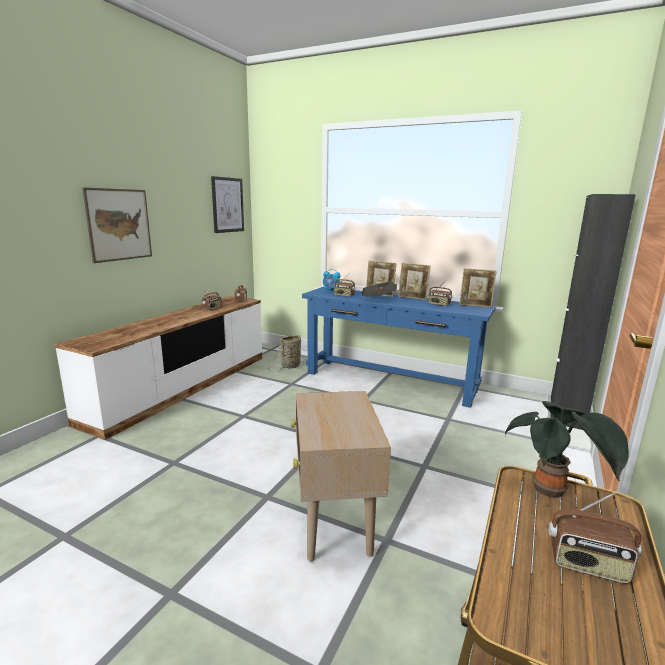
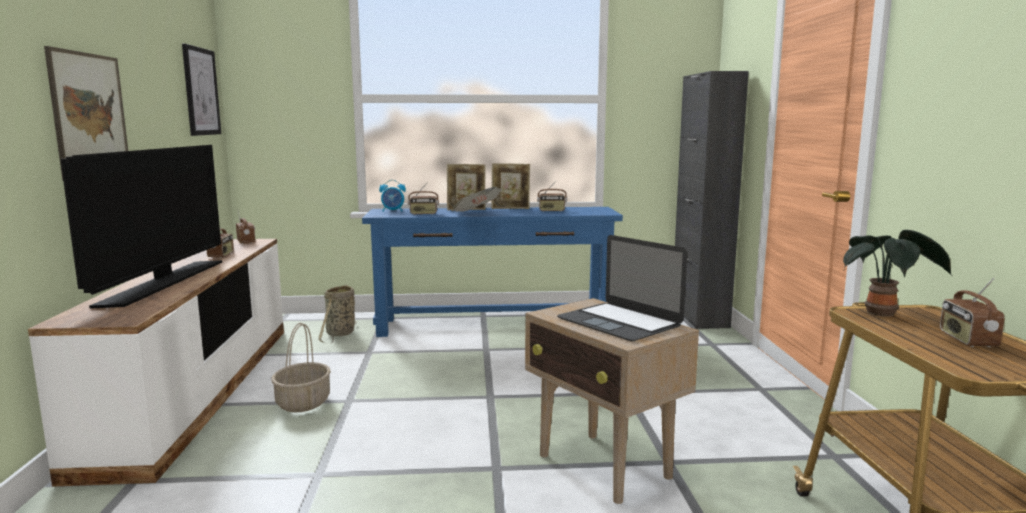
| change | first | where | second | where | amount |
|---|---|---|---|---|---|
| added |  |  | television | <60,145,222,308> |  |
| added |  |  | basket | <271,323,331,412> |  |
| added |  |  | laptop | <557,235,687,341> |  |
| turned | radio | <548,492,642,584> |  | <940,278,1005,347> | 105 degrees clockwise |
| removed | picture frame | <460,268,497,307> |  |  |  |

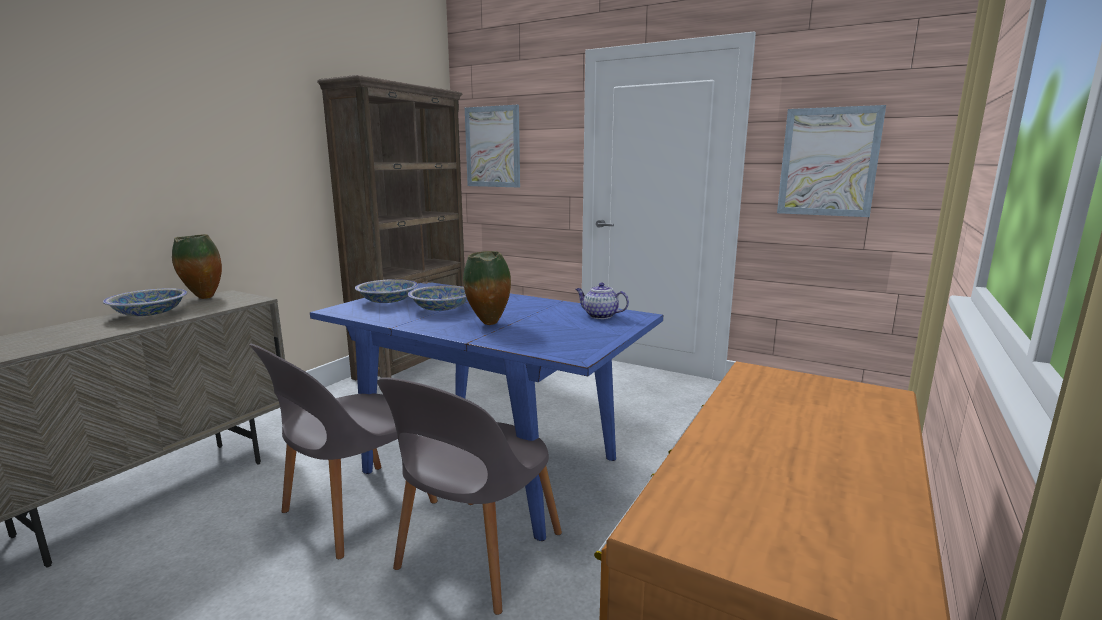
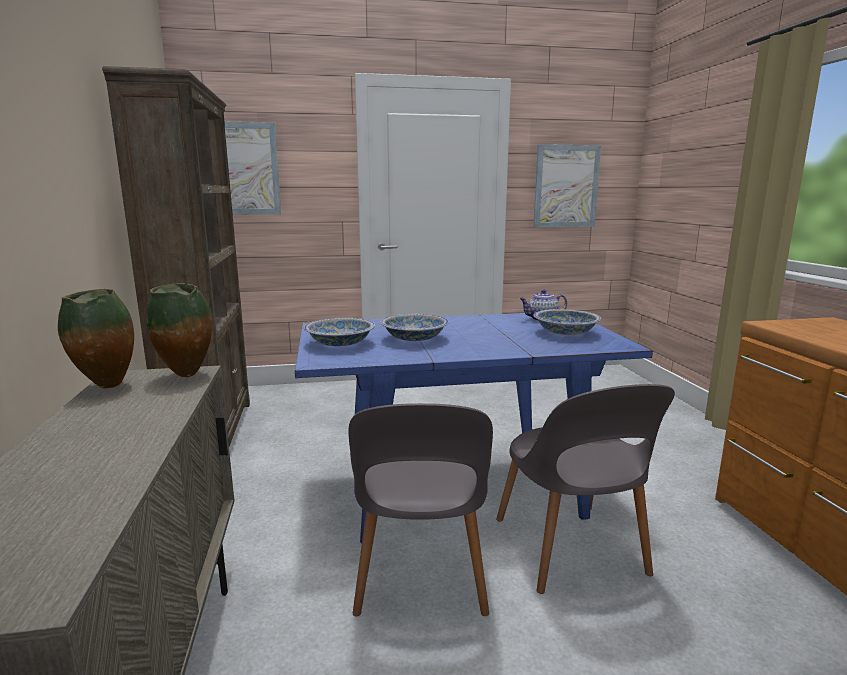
| change | first | where | second | where | amount |
|---|---|---|---|---|---|
| moved | vase | <463,251,511,325> |  | <146,283,212,377> |  |
| moved | bowl | <103,288,187,316> |  | <534,309,601,335> |  |

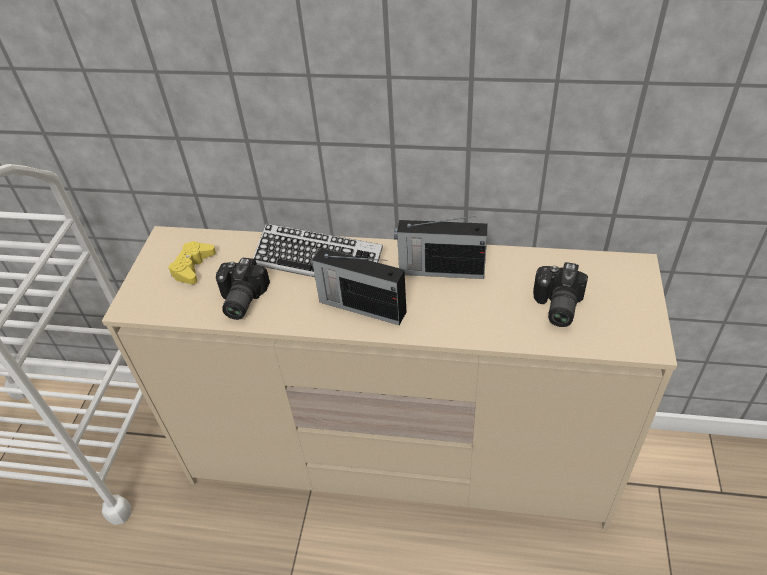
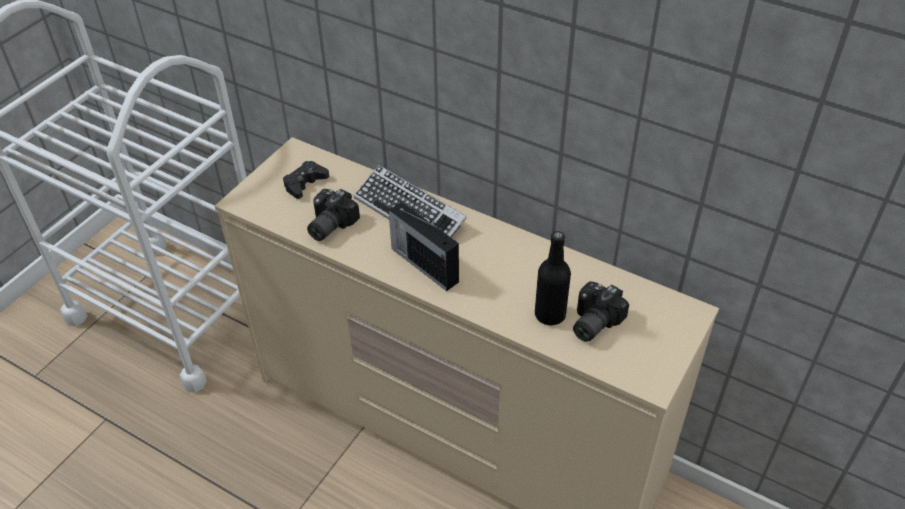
| change | first | where | second | where | amount |
|---|---|---|---|---|---|
| recoloured | game controller/yellow | <168,241,216,284> | game controller/black | <283,161,329,199> |  |
| added |  |  | bottle/black | <535,231,571,325> |  |
| removed | radio | <394,216,488,279> |  |  |  |

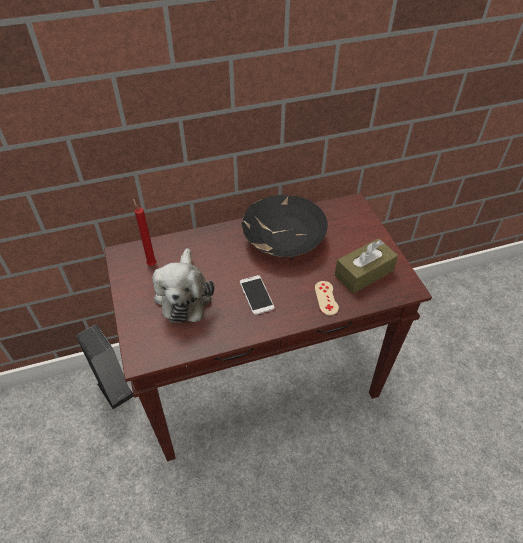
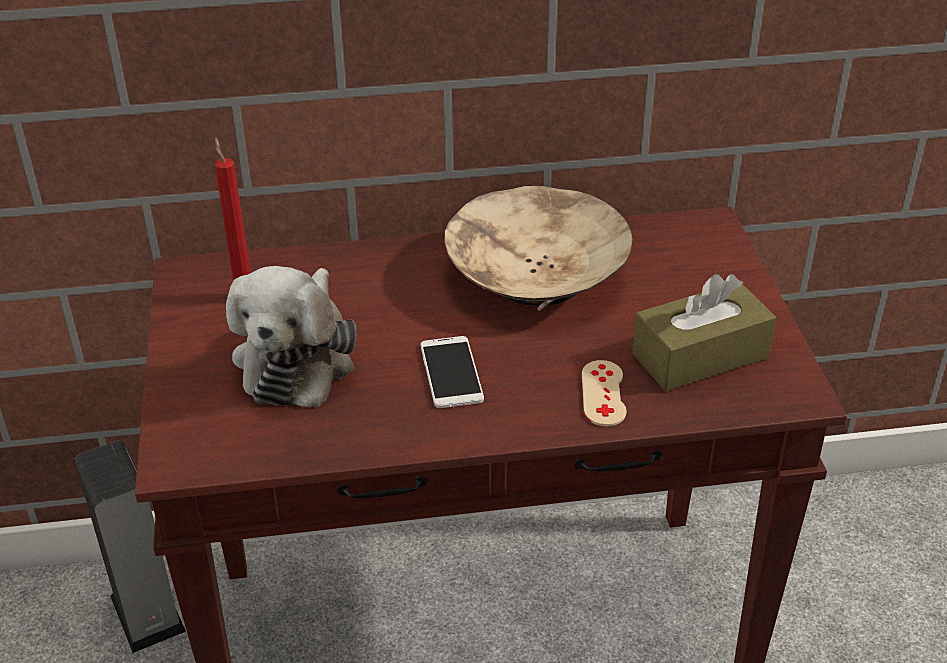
| change | first | where | second | where | amount |
|---|---|---|---|---|---|
| recoloured | bowl/black | <242,195,328,260> | bowl/beige | <445,186,633,311> |  |

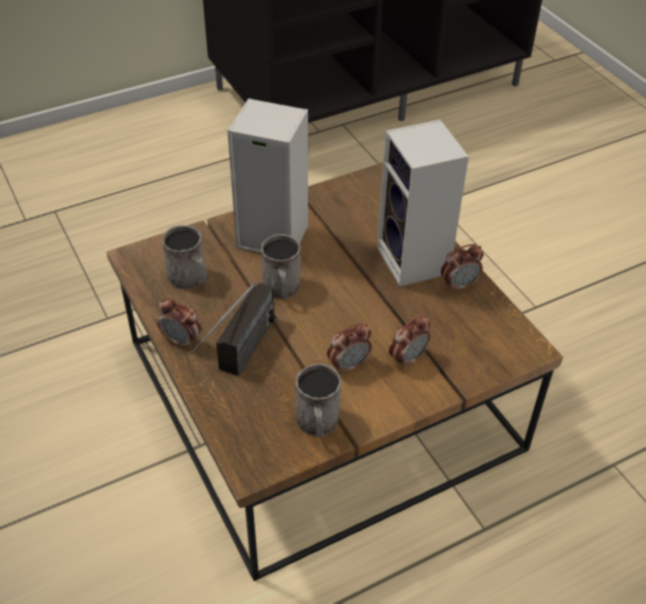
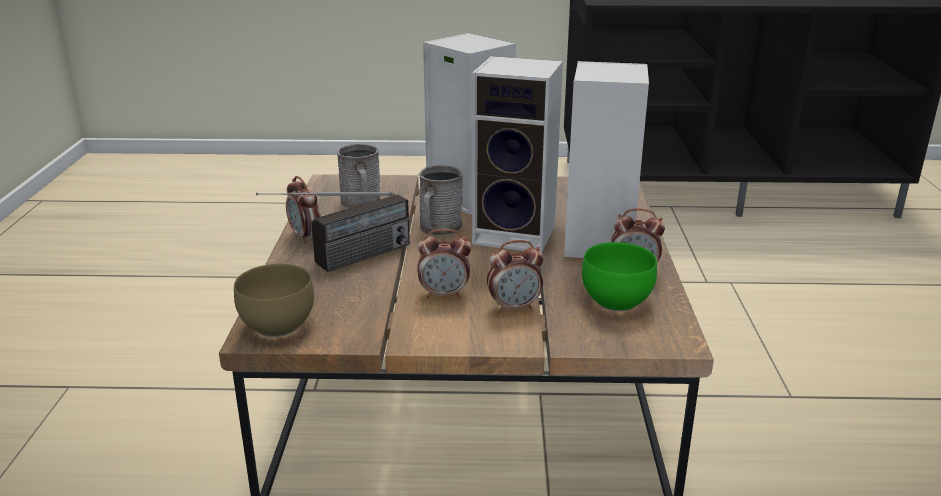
| change | first | where | second | where | amount |
|---|---|---|---|---|---|
| added |  |  | bowl/brown | <234,264,314,337> |  |
| added |  |  | speaker | <472,56,563,253> |  |
| added |  |  | bowl/green | <582,242,657,311> |  |
| removed | mug/grey | <296,363,341,438> |  |  |  |

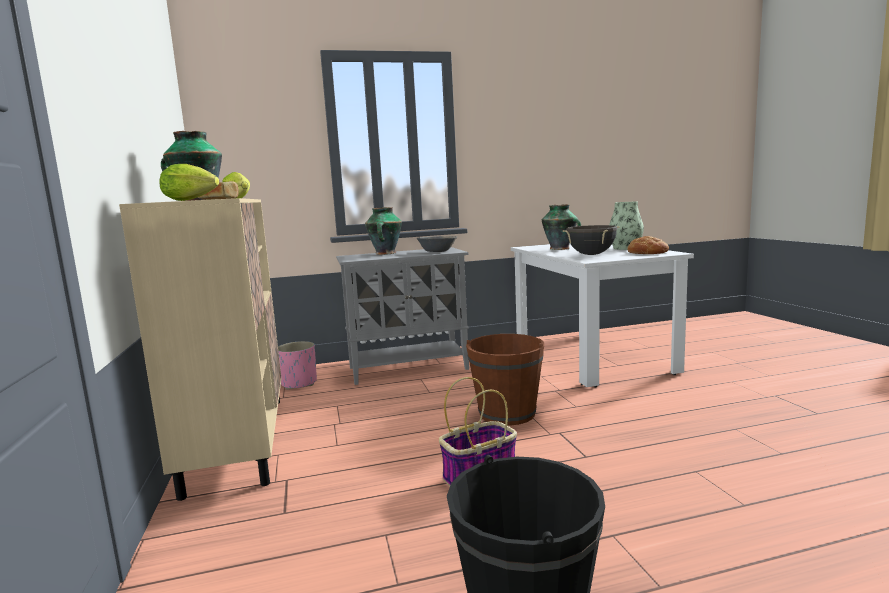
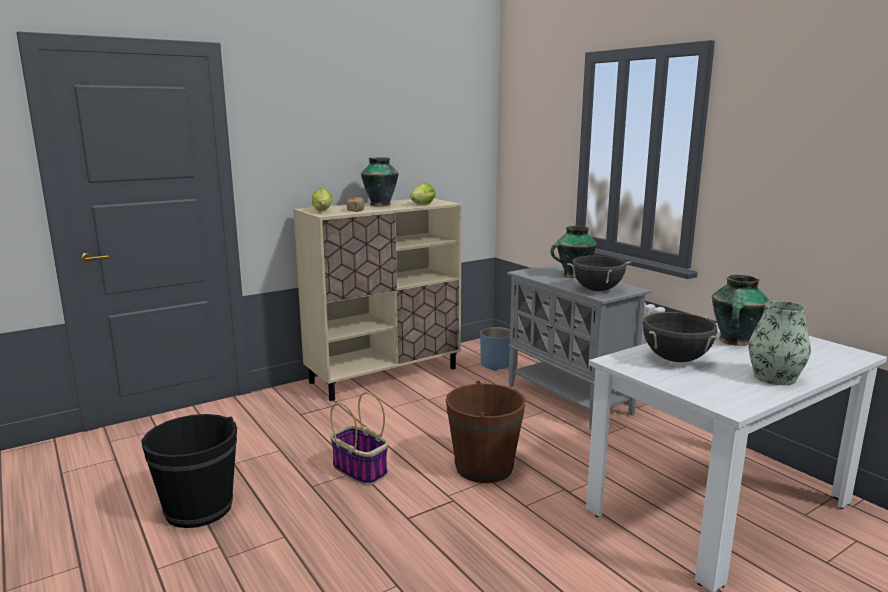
| change | first | where | second | where | amount |
|---|---|---|---|---|---|
| recoloured | planter/pink | <278,341,317,389> | planter/blue | <480,327,510,371> |  |
| replaced | bowl/grey | <417,236,457,252> | cooking pot/black | <567,255,631,291> |  |
| removed | bread | <627,236,669,254> |  |  |  |

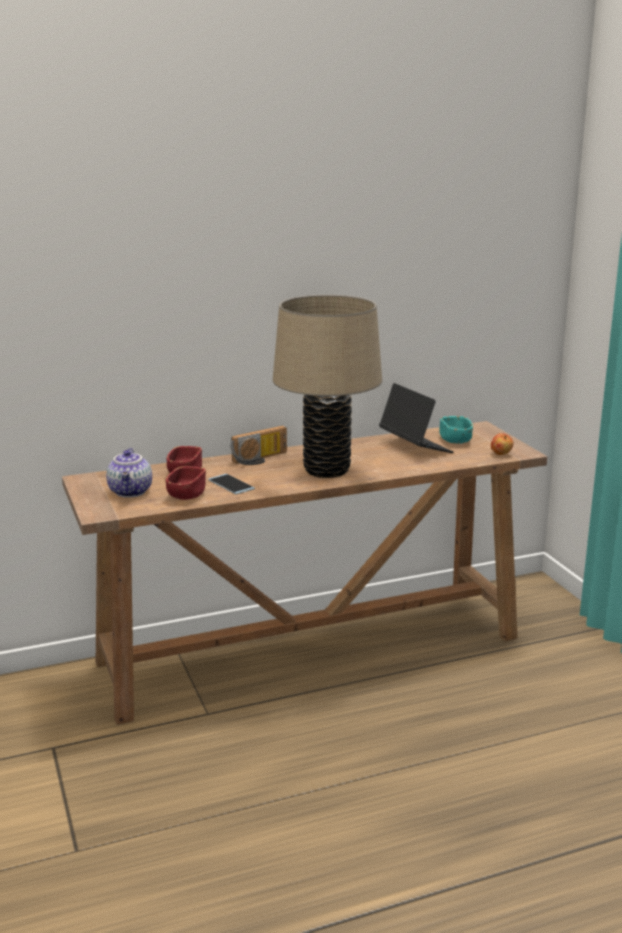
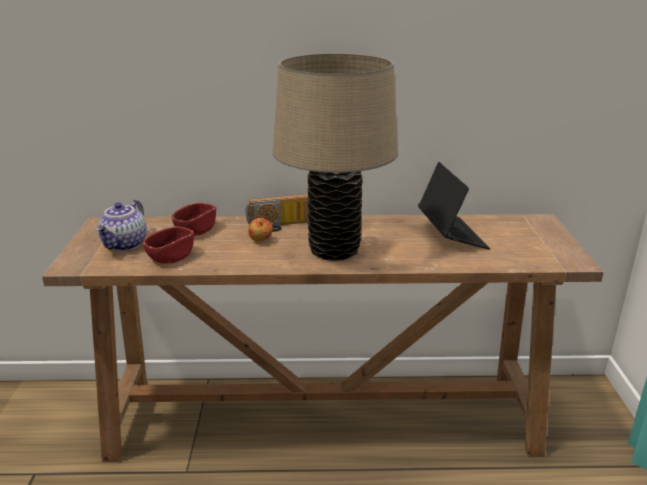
| change | first | where | second | where | amount |
|---|---|---|---|---|---|
| moved | apple | <491,433,513,455> |  | <248,218,273,242> |  |
| removed | phone | <208,474,255,494> |  |  |  |
| removed | bowl/turquoise | <440,416,473,444> |  |  |  |

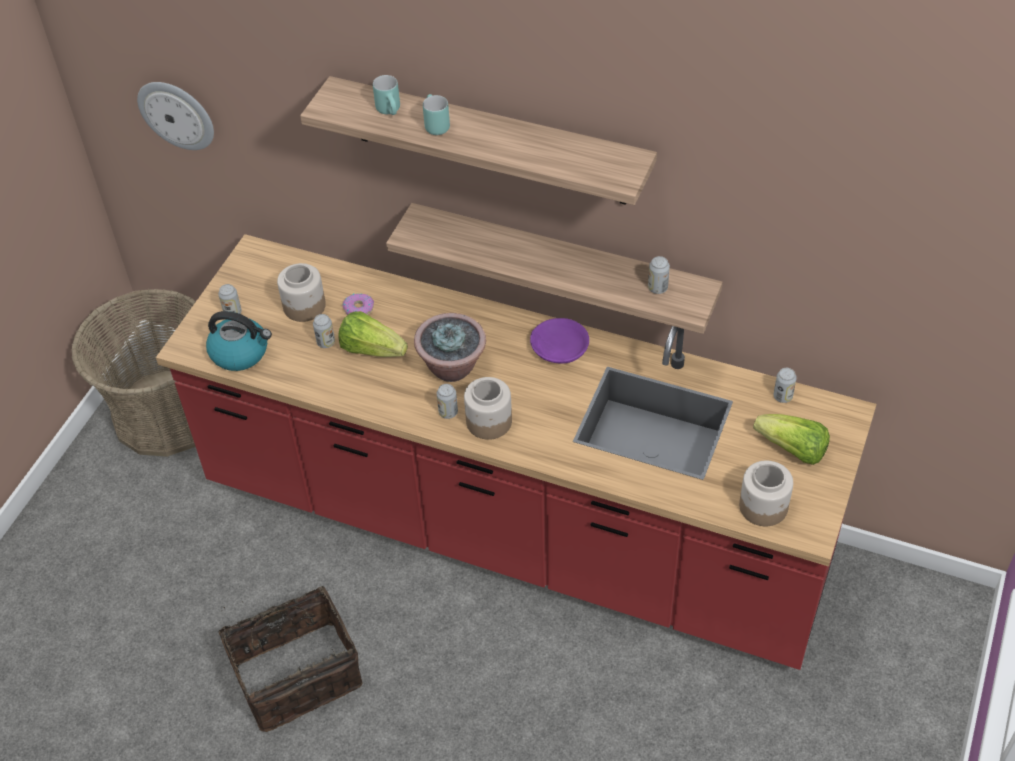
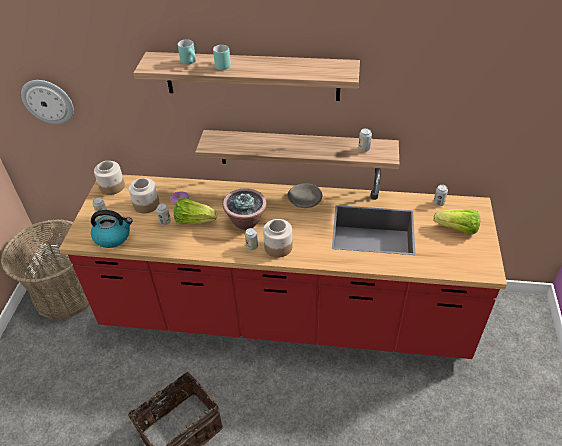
| change | first | where | second | where | amount |
|---|---|---|---|---|---|
| moved | jar | <739,461,793,526> |  | <94,161,125,195> |  |
| recoloured | bowl/purple | <530,318,589,364> | bowl/grey | <288,183,323,208> |  |

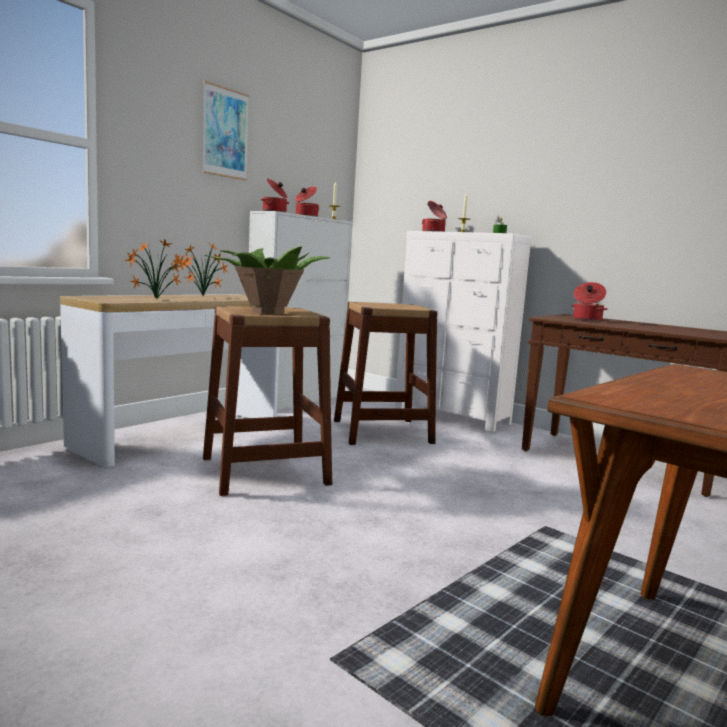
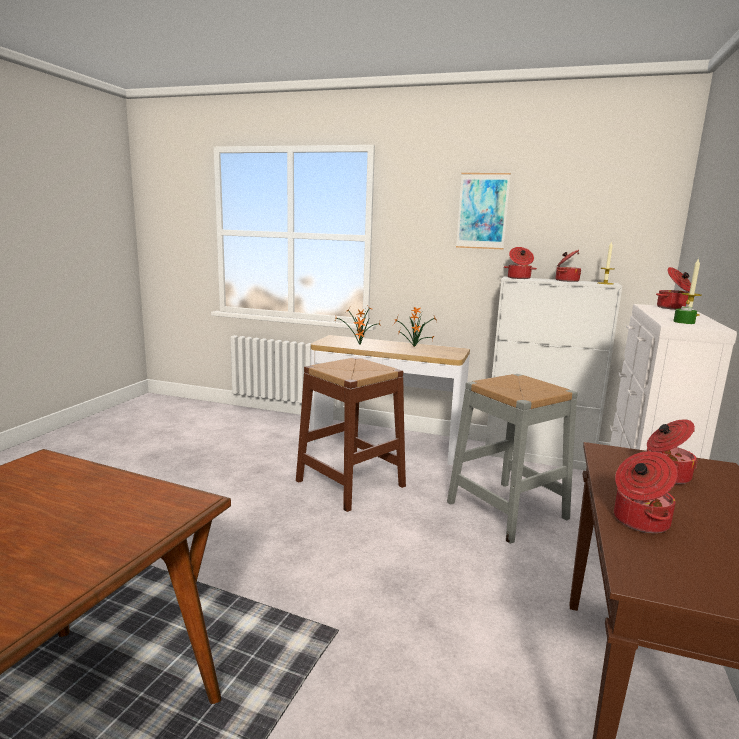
| change | first | where | second | where | amount |
|---|---|---|---|---|---|
| recoloured | stool/brown | <334,302,438,445> | stool/grey | <447,374,578,544> |  |
| added |  |  | cooking pot | <614,451,678,533> |  |
| removed | potted plant | <204,246,330,314> |  |  |  |

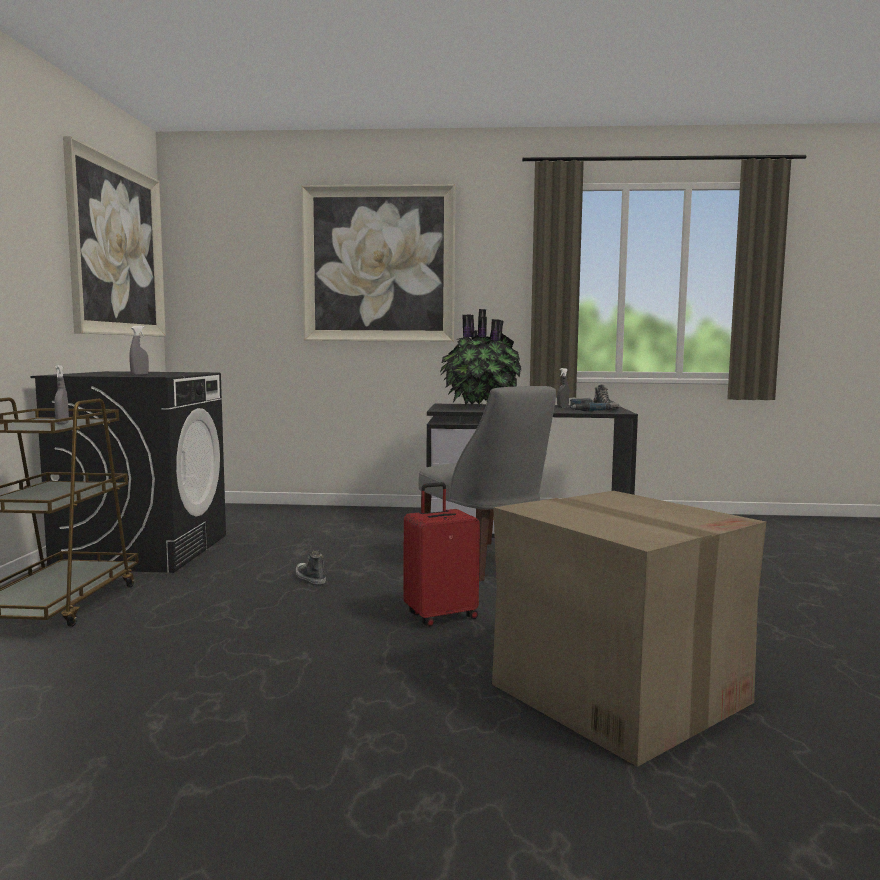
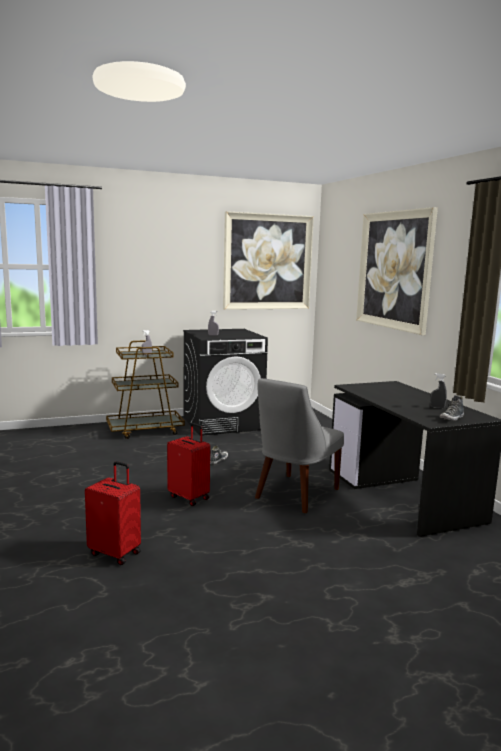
| change | first | where | second | where | amount |
|---|---|---|---|---|---|
| replaced | cardboard box | <492,491,766,767> | suitcase/red | <85,461,141,565> |  |
| removed | potted plant | <440,309,521,406> |  |  |  |
| removed | power drill | <570,399,611,411> |  |  |  |

